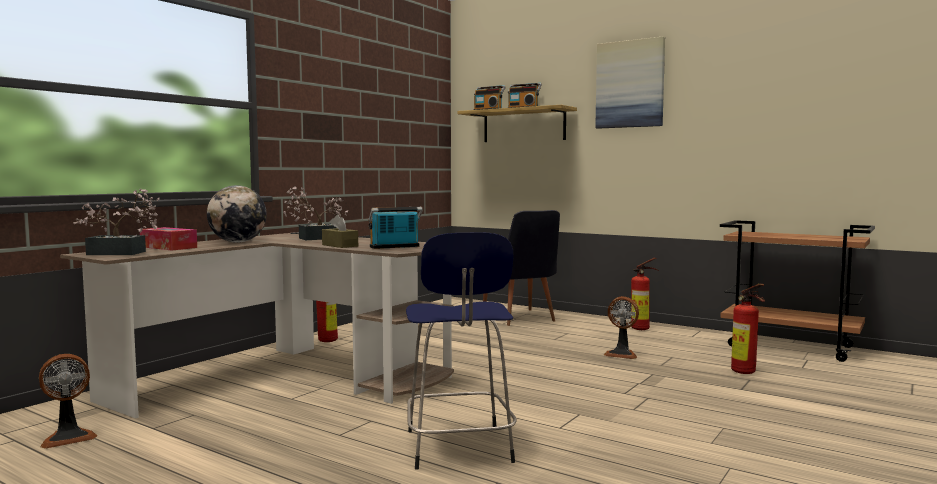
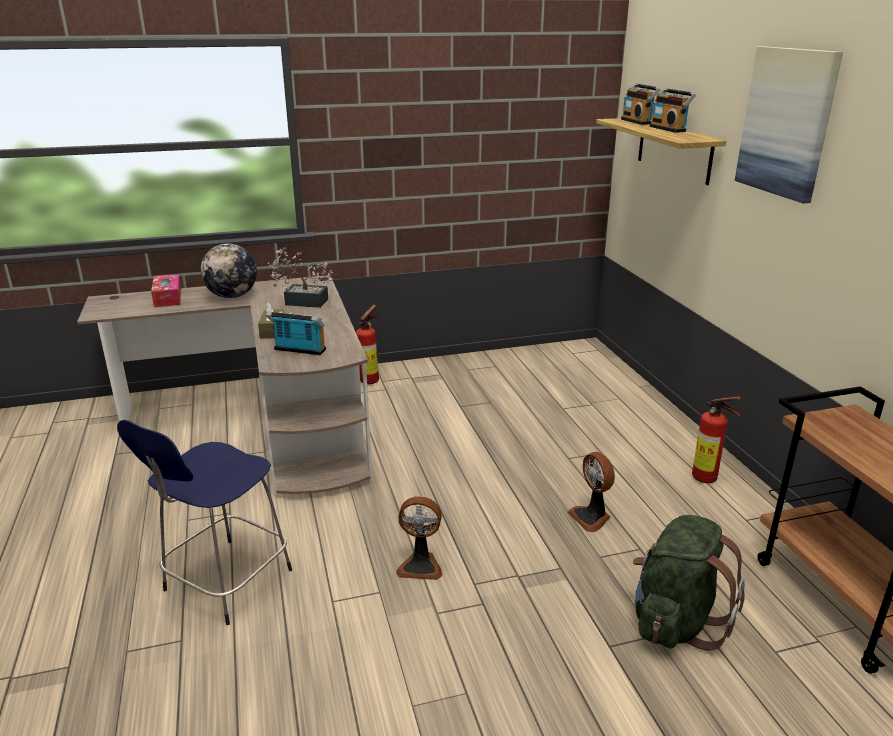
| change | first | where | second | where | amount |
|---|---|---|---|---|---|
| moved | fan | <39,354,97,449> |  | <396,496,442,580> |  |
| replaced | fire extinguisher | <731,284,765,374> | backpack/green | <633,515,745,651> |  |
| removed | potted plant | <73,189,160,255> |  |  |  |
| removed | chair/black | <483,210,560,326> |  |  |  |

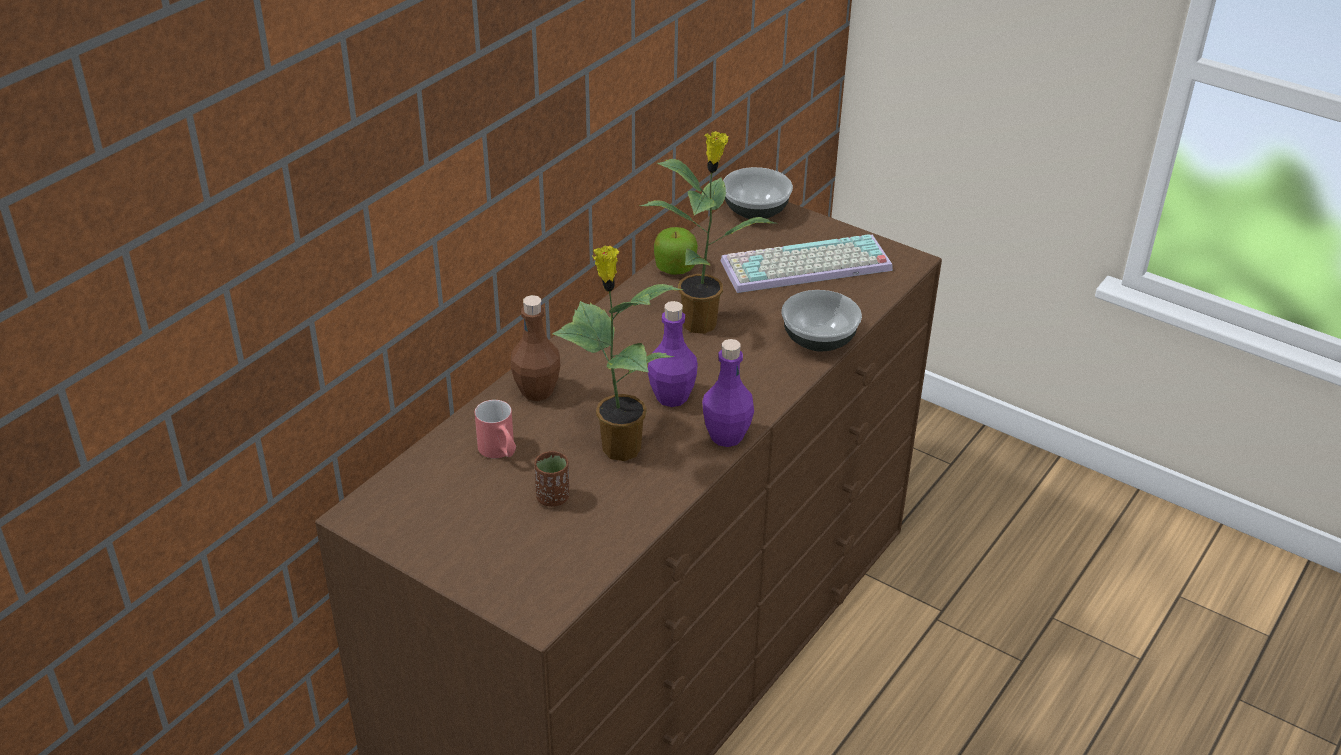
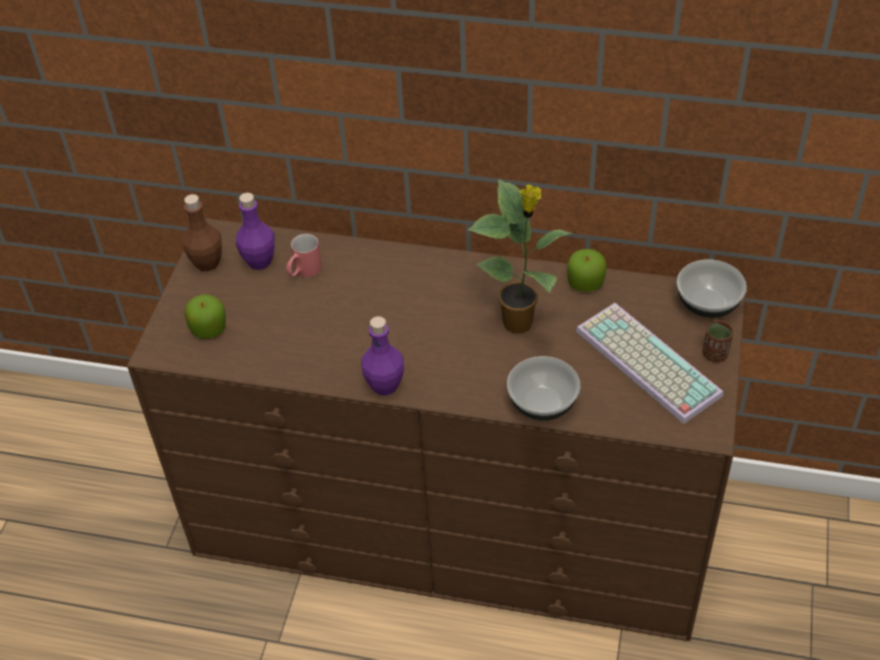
| change | first | where | second | where | amount |
|---|---|---|---|---|---|
| moved | bottle/brown | <511,295,560,401> |  | <183,194,222,271> |  |
| added |  |  | apple | <185,294,226,339> |  |
| moved | bottle/purple | <648,301,698,407> |  | <236,193,275,270> |  |
| moved | cup/brown | <535,451,569,507> |  | <702,320,733,362> |  |
| removed | potted plant | <552,245,684,461> |  |  |  |

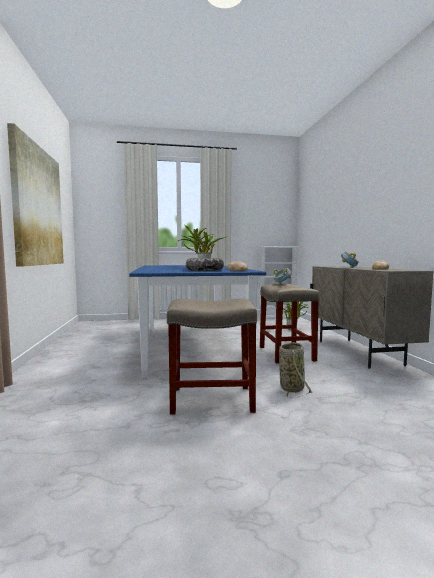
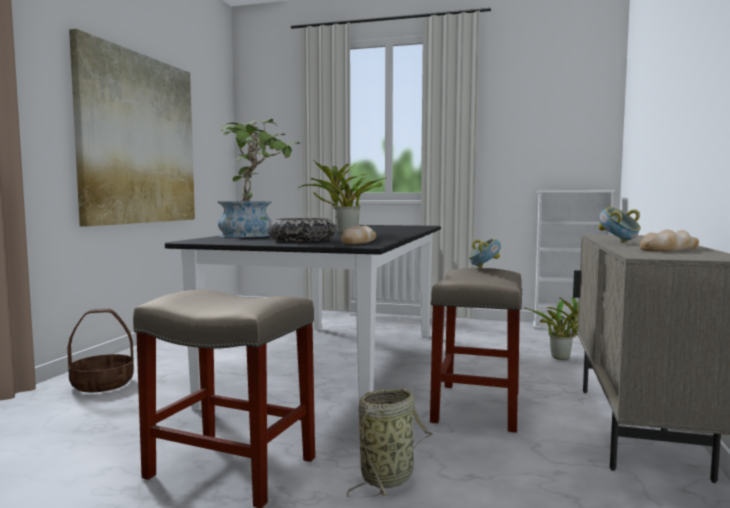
| change | first | where | second | where | amount |
|---|---|---|---|---|---|
| added |  |  | basket | <67,309,134,392> |  |
| recoloured | dining table/blue | <129,265,266,378> | dining table/black | <165,224,441,410> |  |
| added |  |  | potted plant | <217,119,300,237> |  |

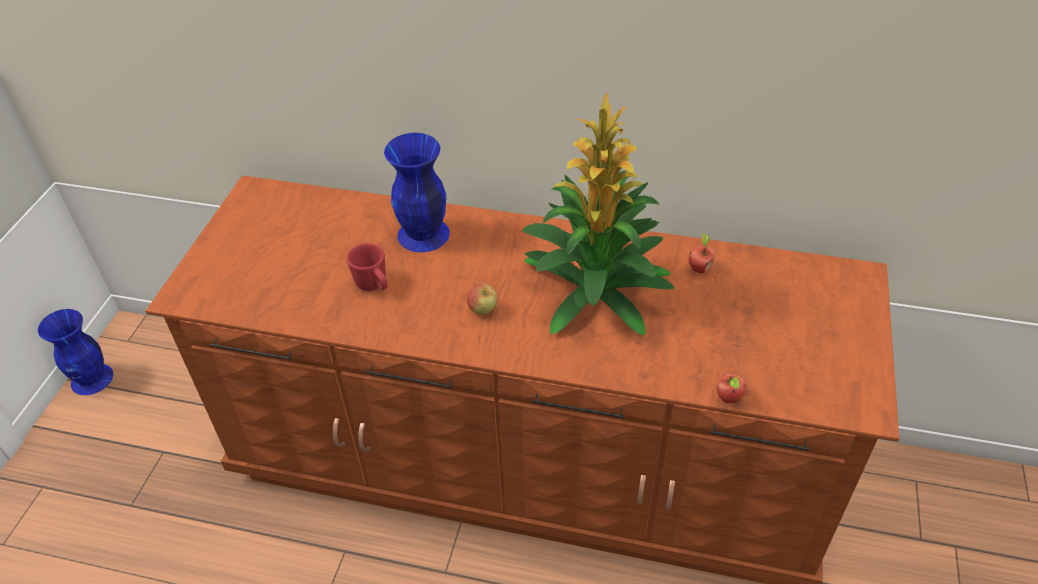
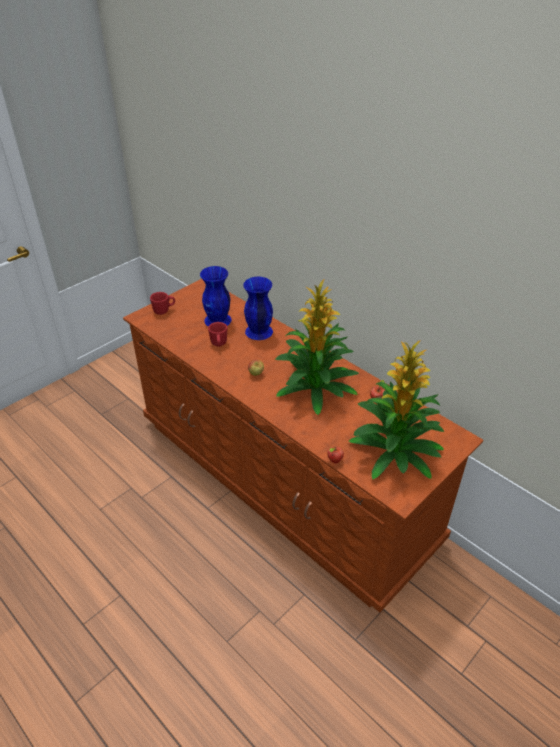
| change | first | where | second | where | amount |
|---|---|---|---|---|---|
| added |  |  | mug/red | <150,292,175,315> |  |
| moved | vase/blue | <38,309,113,395> |  | <200,266,231,327> |  |
| added |  |  | potted plant | <349,340,444,479> |  |

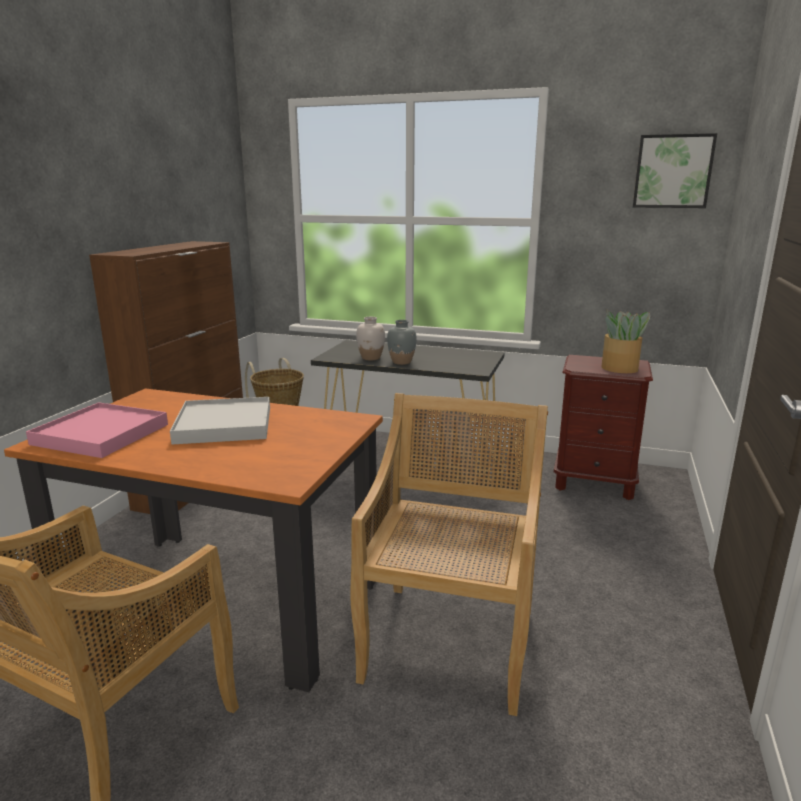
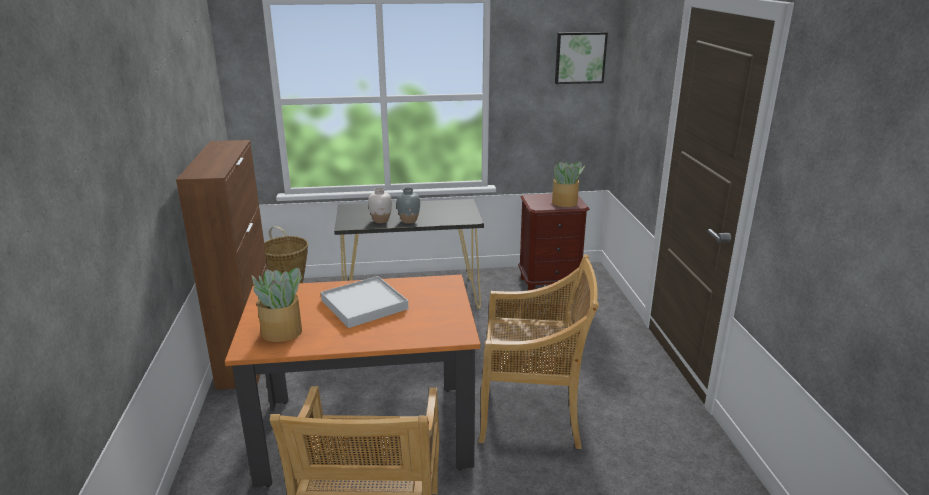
| change | first | where | second | where | amount |
|---|---|---|---|---|---|
| replaced | tray/pink | <26,402,168,458> | potted plant | <251,267,303,342> |  |
| turned | chair/beige | <350,393,548,716> |  | <479,254,599,449> | 105 degrees clockwise |

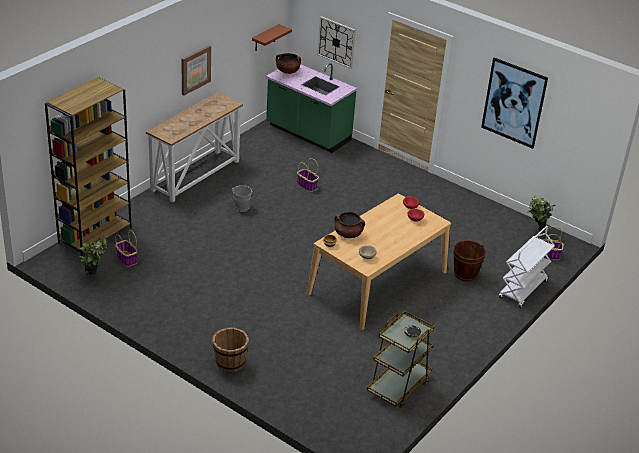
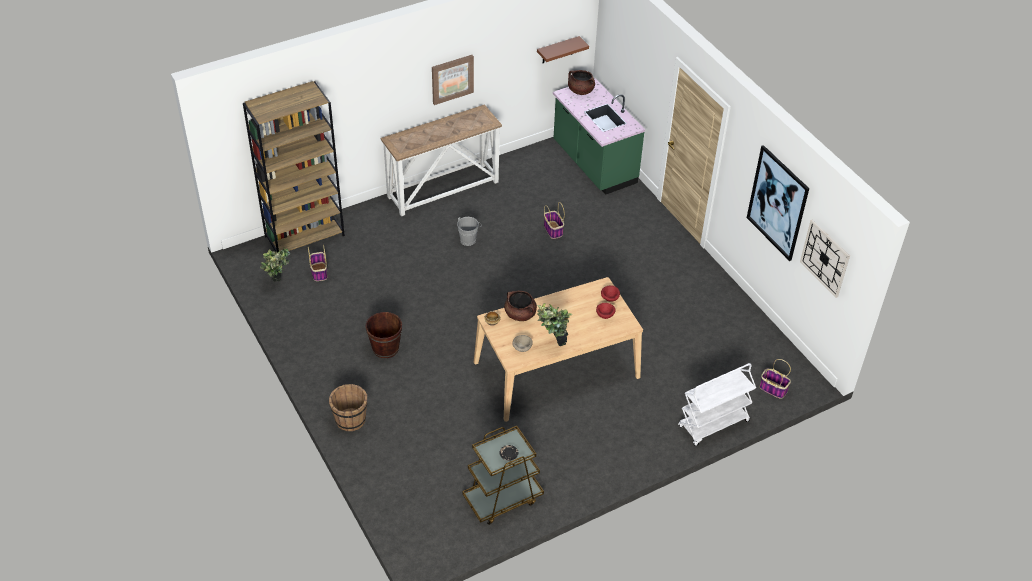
| change | first | where | second | where | amount |
|---|---|---|---|---|---|
| moved | bucket/brown | <454,240,486,282> |  | <366,312,402,358> |  |
| moved | potted plant | <527,195,556,231> |  | <537,303,572,346> |  |
| moved | wall clock | <317,16,356,69> |  | <800,219,850,298> |  |

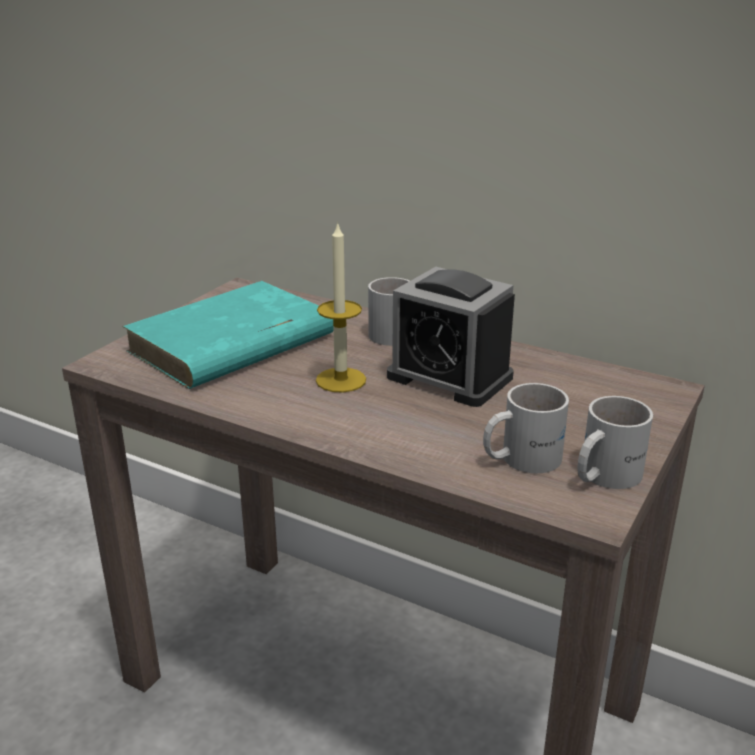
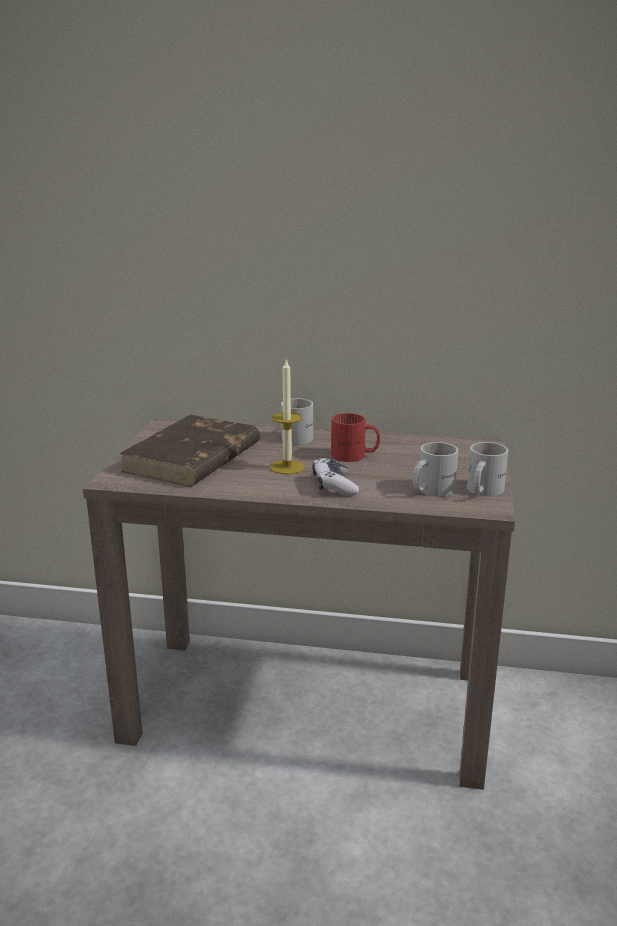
| change | first | where | second | where | amount |
|---|---|---|---|---|---|
| recoloured | book/turquoise | <122,281,334,389> | book/brown | <119,415,260,487> |  |
| added |  |  | game controller | <312,458,359,496> |  |
| replaced | alarm clock | <387,267,515,407> | mug/red | <331,413,380,462> |  |

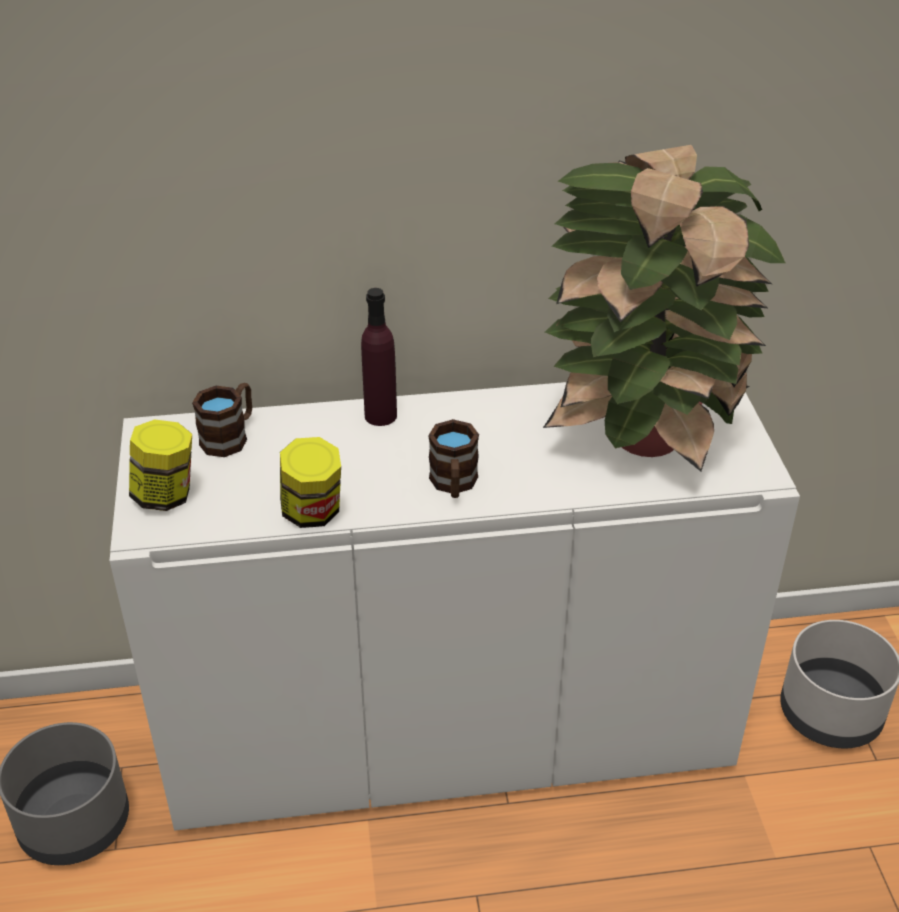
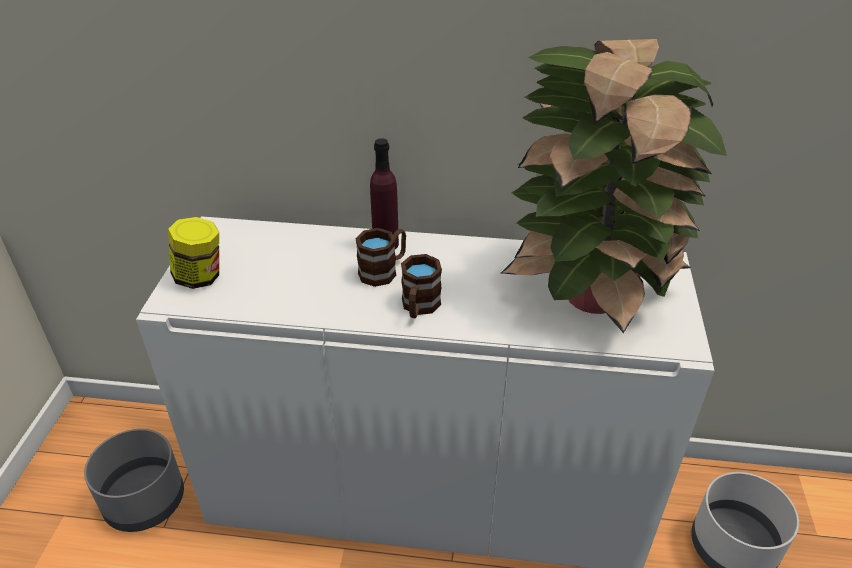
| change | first | where | second | where | amount |
|---|---|---|---|---|---|
| moved | mug/brown | <192,383,252,457> |  | <355,228,406,287> |  |
| removed | jar | <280,437,341,528> |  |  |  |

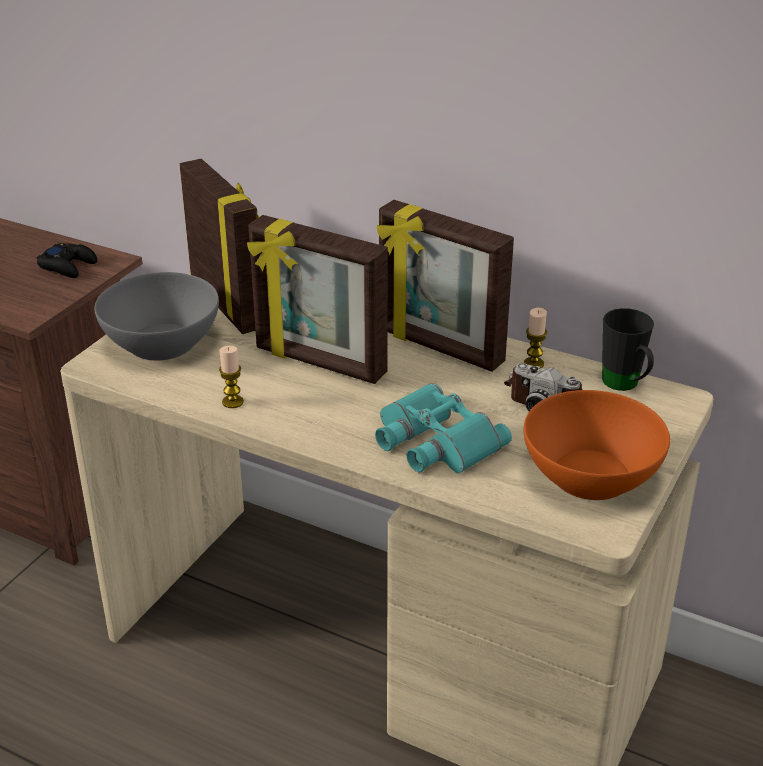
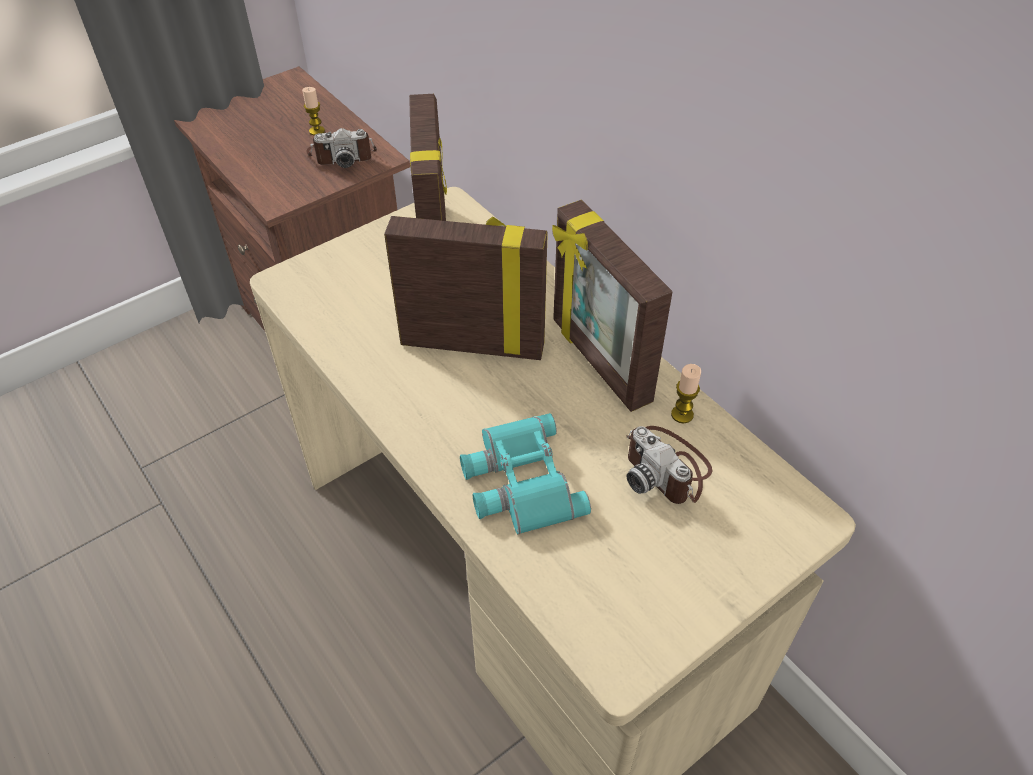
| change | first | where | second | where | amount |
|---|---|---|---|---|---|
| moved | candle | <219,346,244,408> |  | <302,87,325,136> |  |
| replaced | game controller/black | <36,243,97,278> | photo camera | <306,128,377,168> |  |
| turned | picture frame | <247,215,388,384> |  | <384,216,548,360> | 135 degrees clockwise |
| removed | bowl/grey | <94,272,219,360> |  |  |  |
| removed | bowl/orange | <524,390,670,500> |  |  |  |
| removed | mug/black | <602,308,654,391> |  |  |  |

